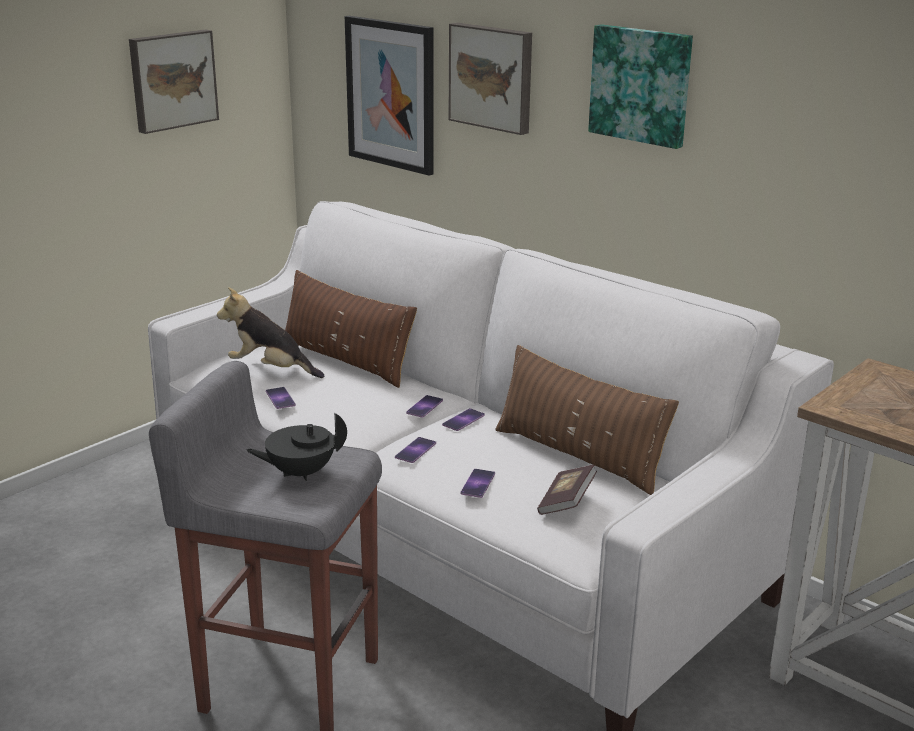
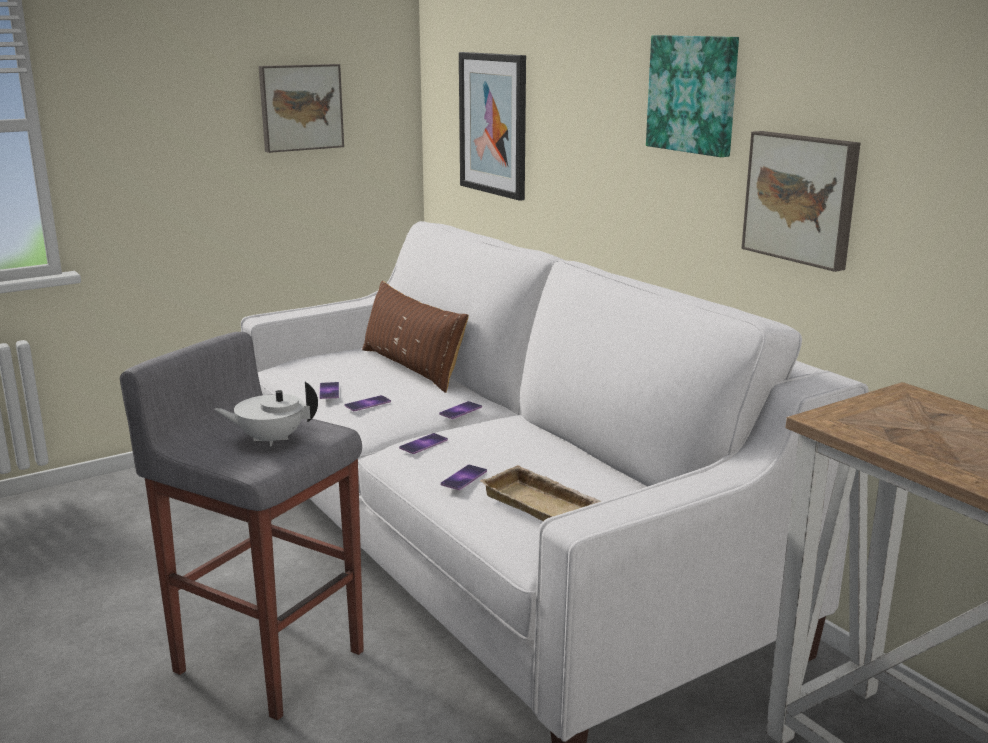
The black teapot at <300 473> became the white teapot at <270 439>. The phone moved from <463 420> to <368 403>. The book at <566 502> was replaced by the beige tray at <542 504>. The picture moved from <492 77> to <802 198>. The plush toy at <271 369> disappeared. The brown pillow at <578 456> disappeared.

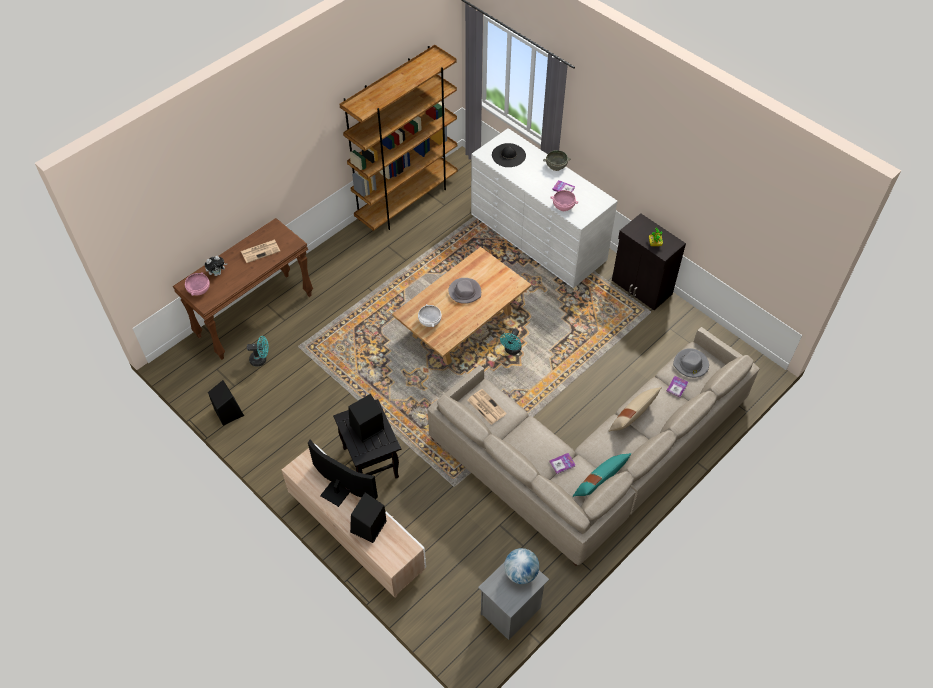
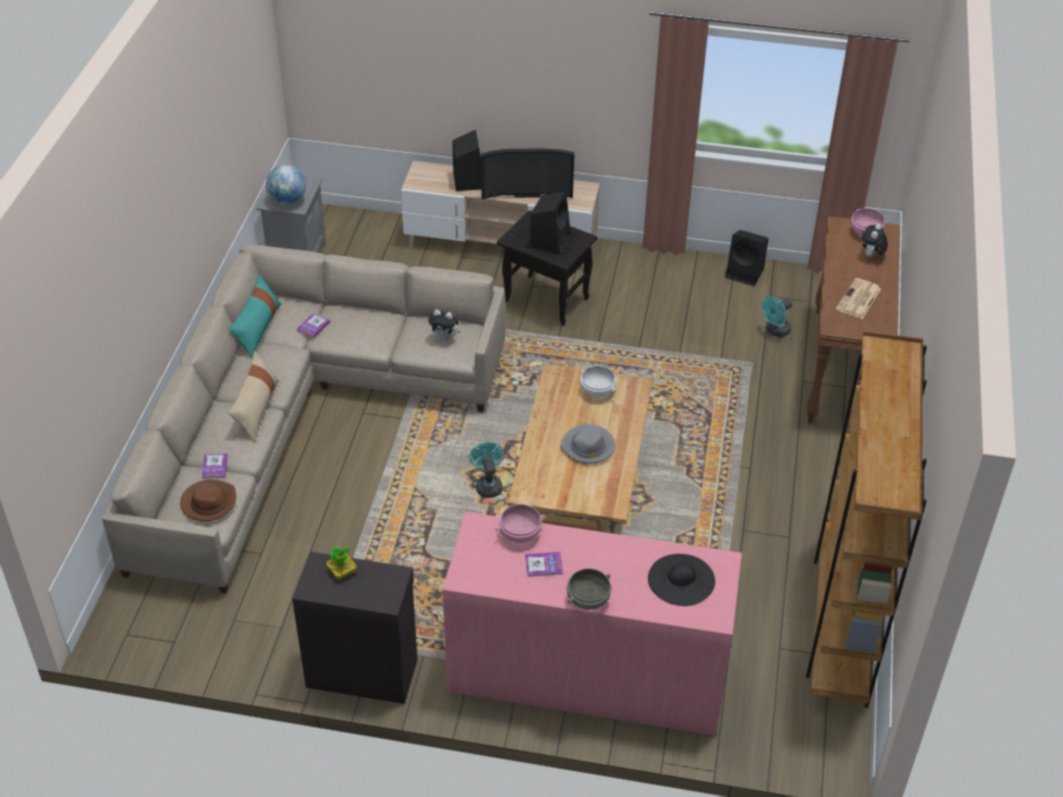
The grey hat at <691 364> became the brown hat at <208 502>. The newspaper at <486 406> was replaced by the plush toy at <445 338>. The white dresser at <538 237> became the pink dresser at <587 673>.

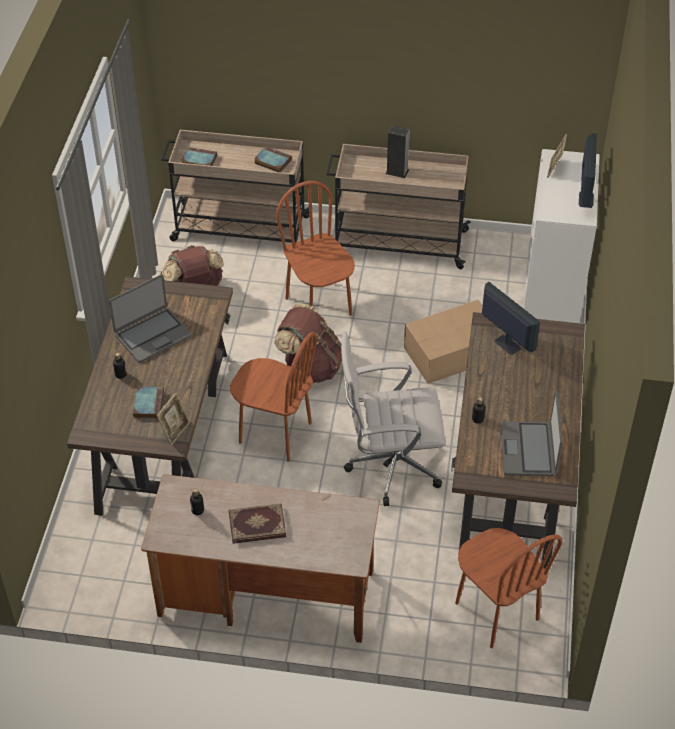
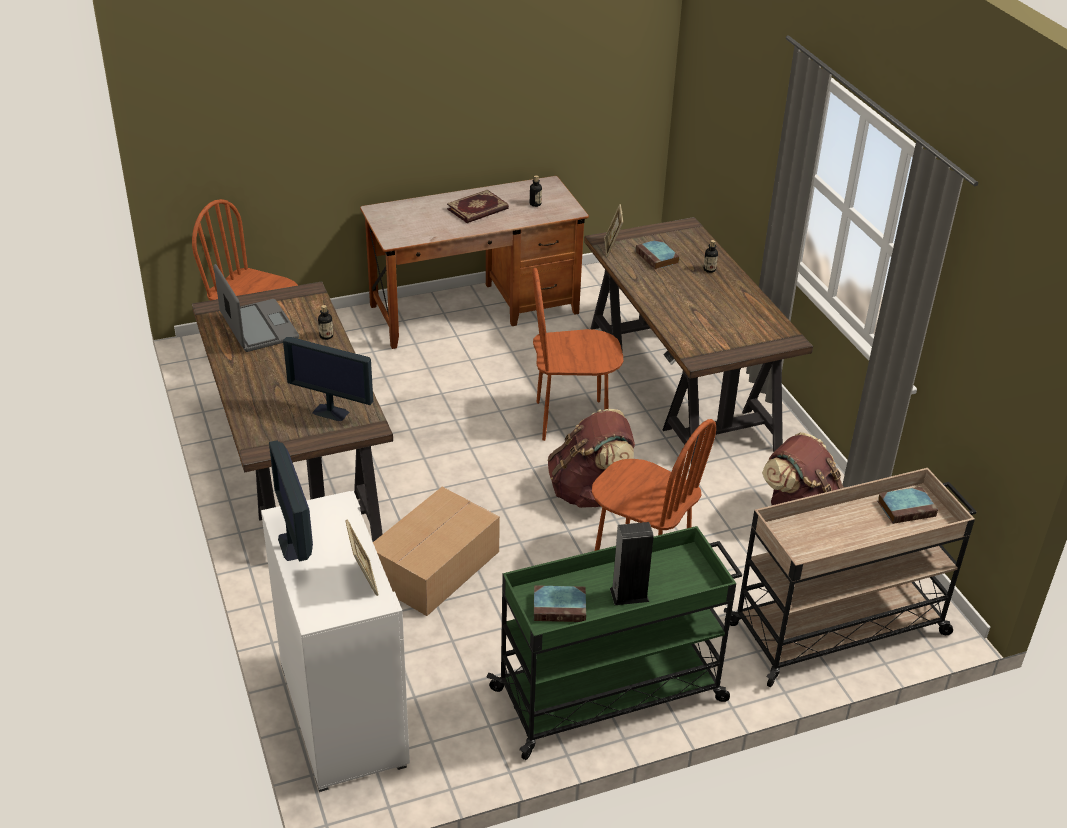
The beige cart at <397 243> became the green cart at <611 694>. The book moved from <272 162> to <560 607>. The laptop at <152 335> disappeared. The white office chair at <389 467> disappeared.

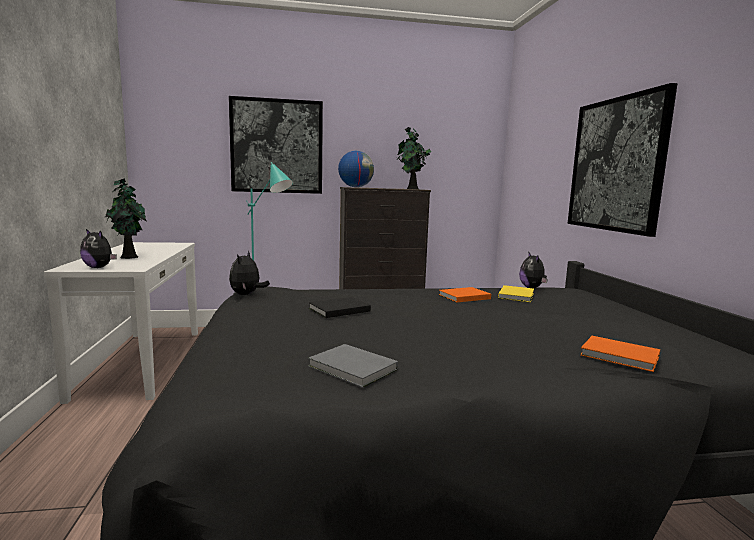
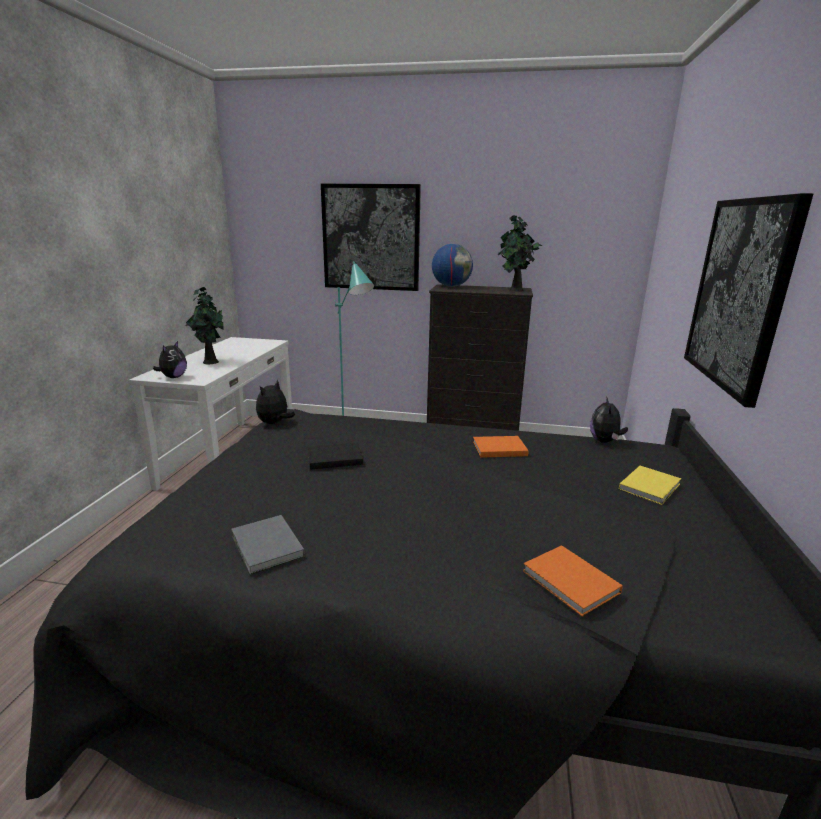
The plush toy at <99 267> turned 120 degrees counterclockwise. The yellow book moved from <517 295> to <651 486>.

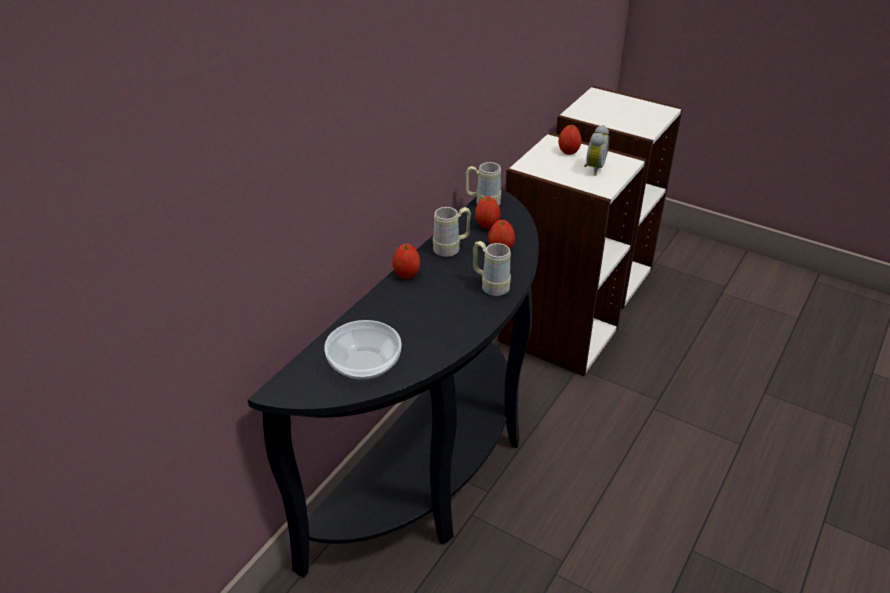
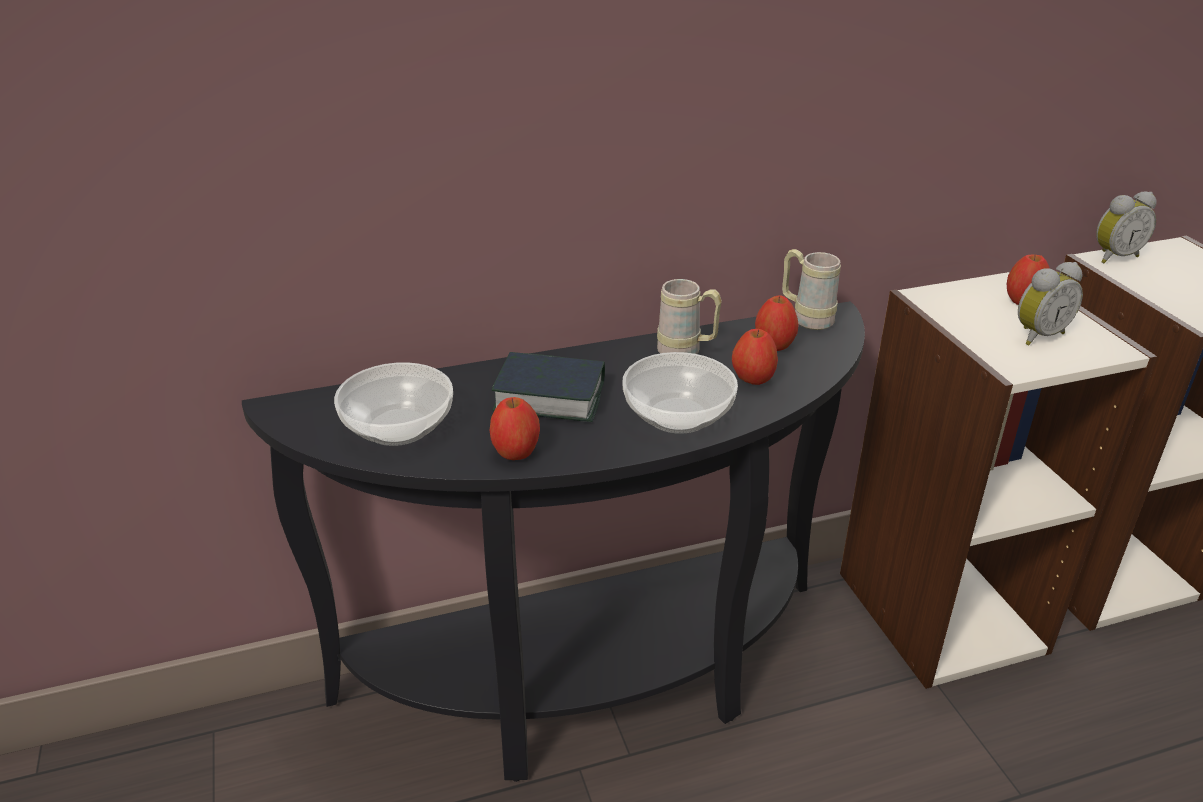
The apple moved from <407 274> to <516 452>. The book at <549 396> appeared. The beige mug at <490 285> was replaced by the bowl at <676 415>. The alarm clock at <1113 256> appeared.

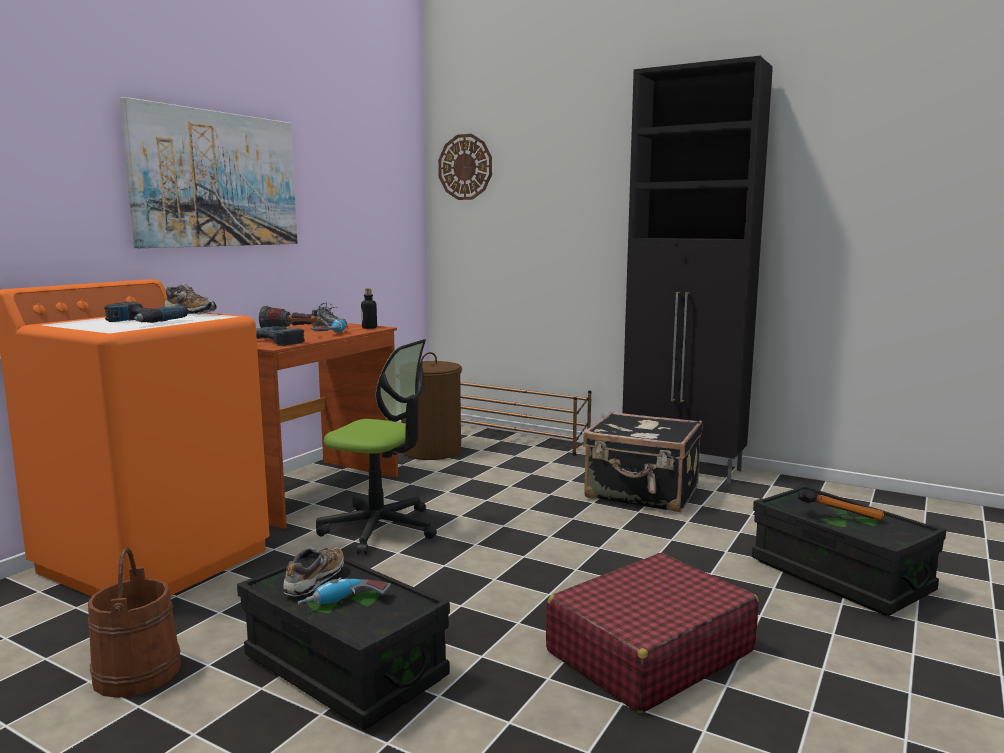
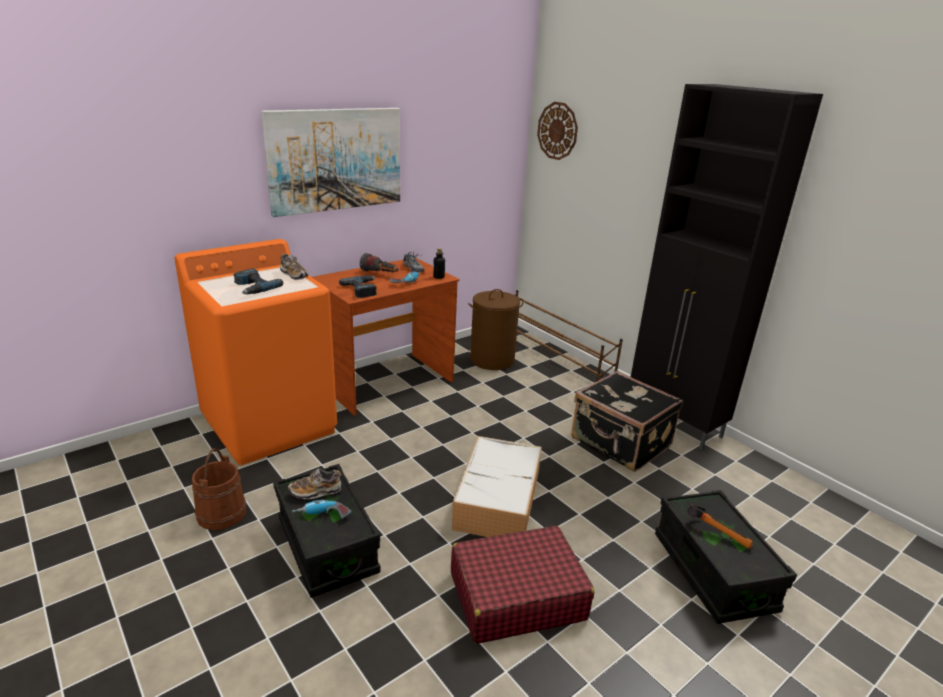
The shoe at <314 580> turned 150 degrees counterclockwise. The storage box at <498 500> appeared. The office chair at <380 529> disappeared.

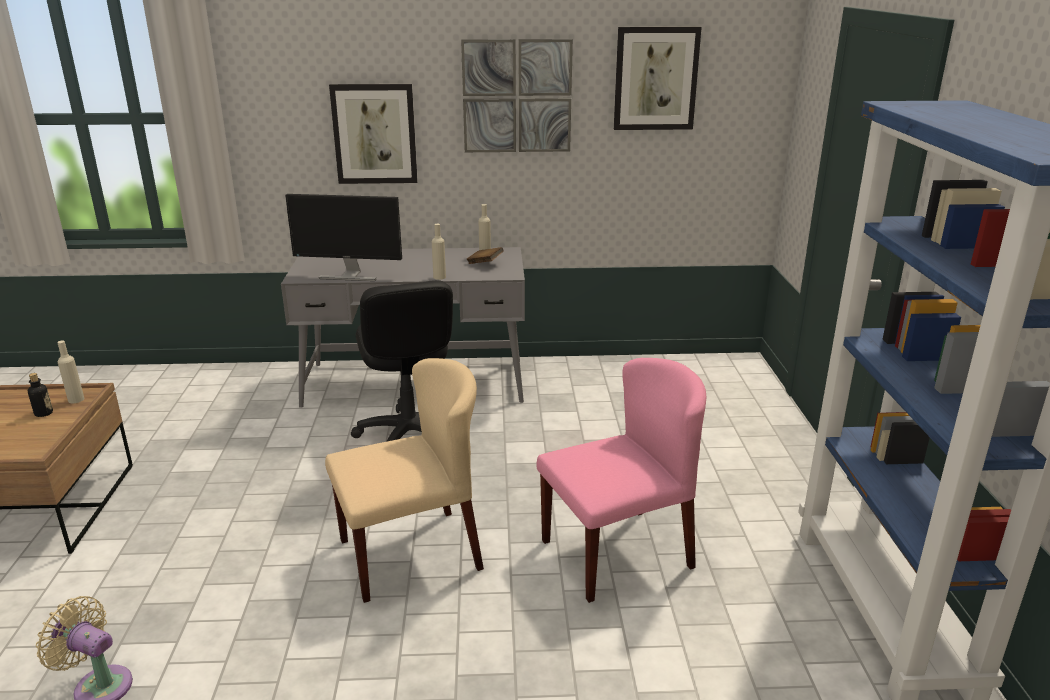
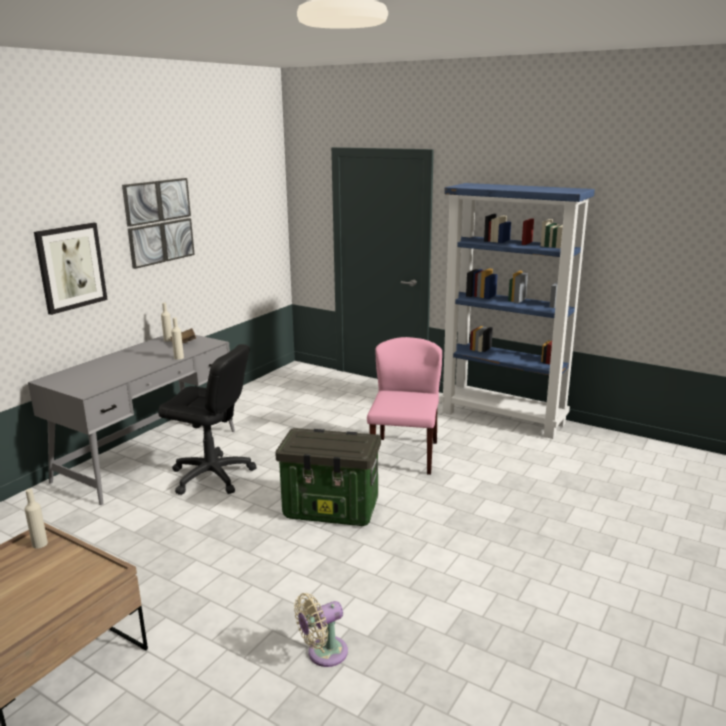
The beige chair at <411 553> was replaced by the storage box at <332 509>. The bottle at <44 413> disappeared. The monitor at <349 275> disappeared. The picture at <655 78> disappeared.

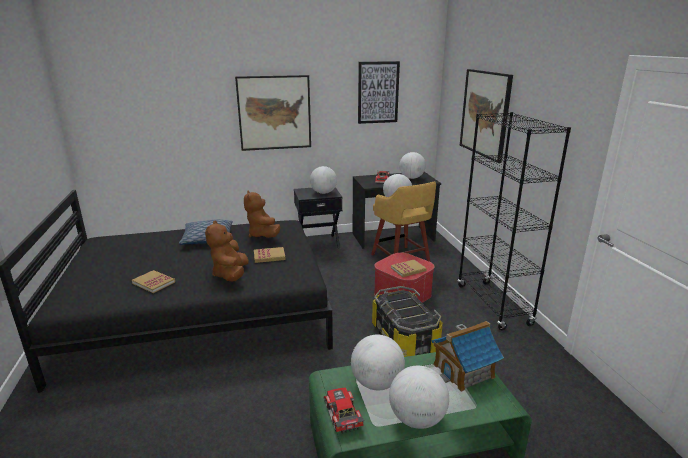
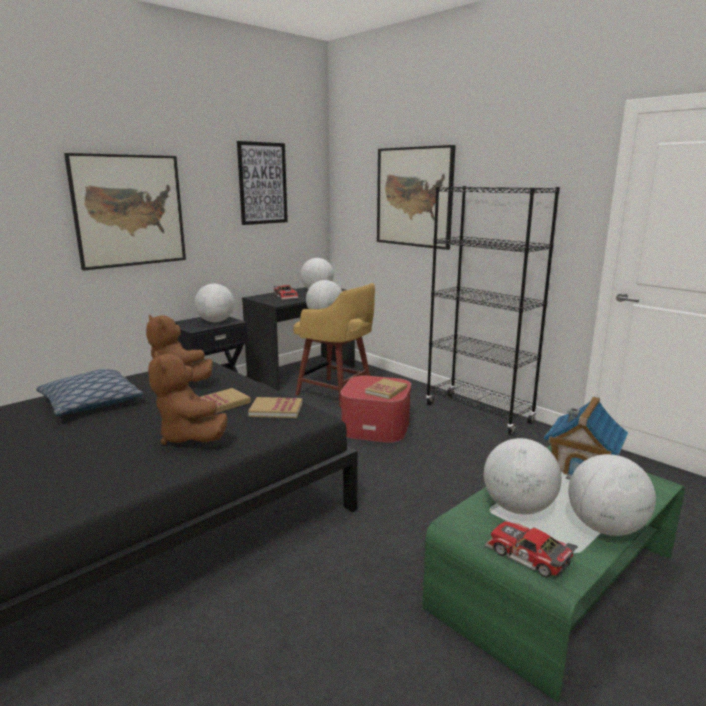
The book moved from <154 283> to <276 410>. The storage box at <405 339> disappeared.

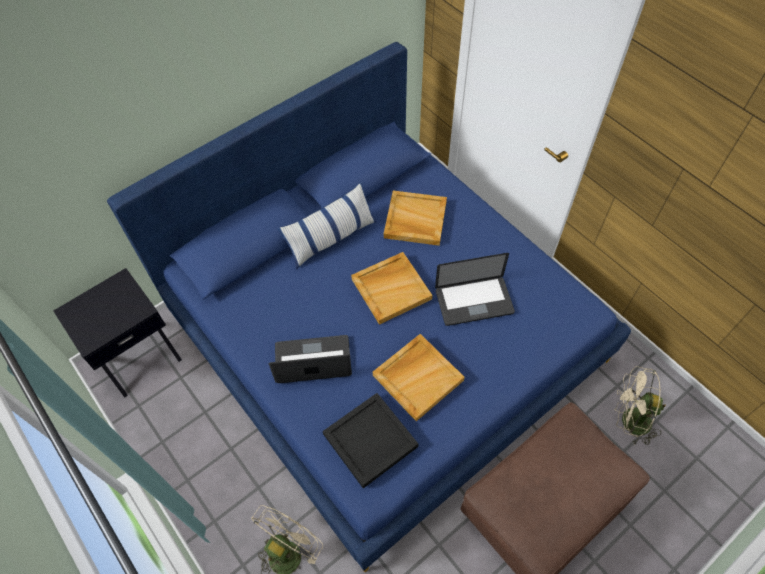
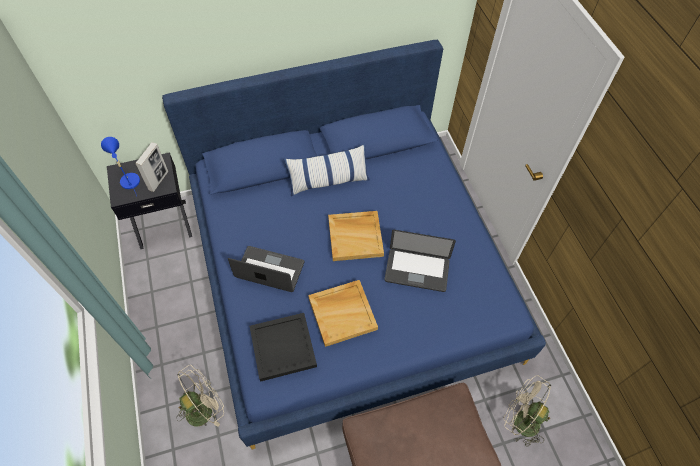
The blue table lamp at <128 179> appeared. The picture frame at <158 180> appeared. The beige tray at <414 220> disappeared.

